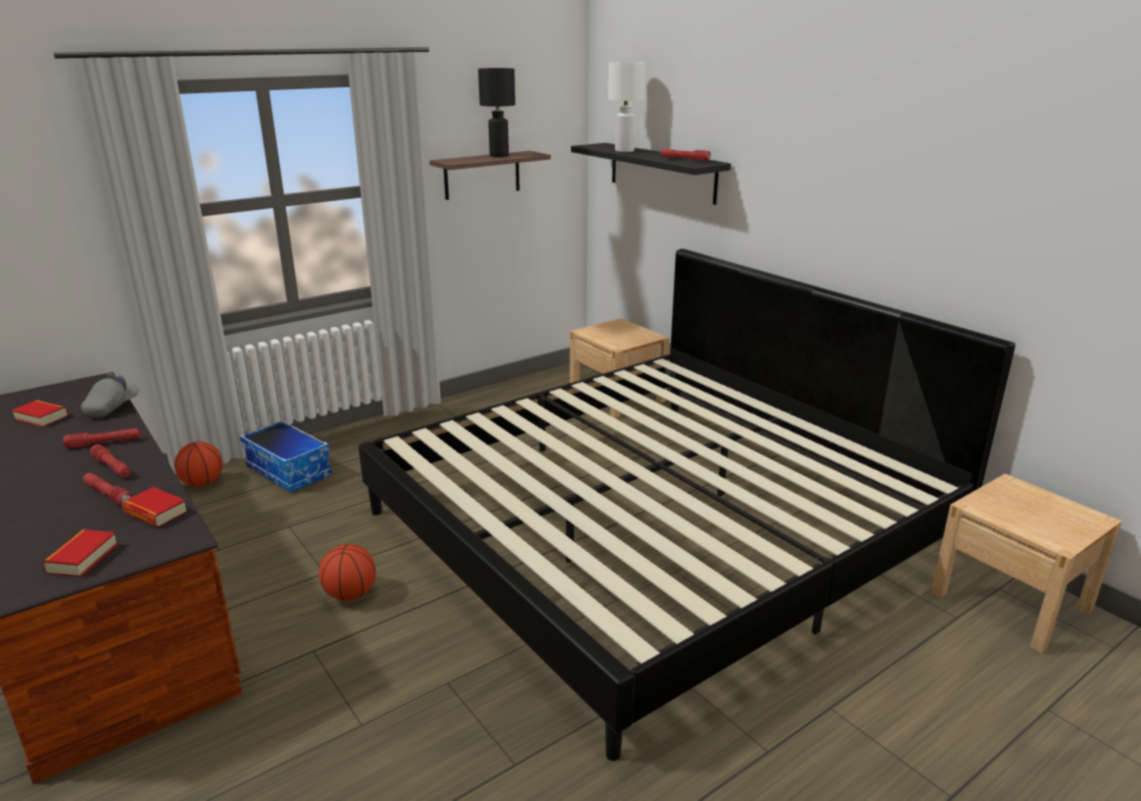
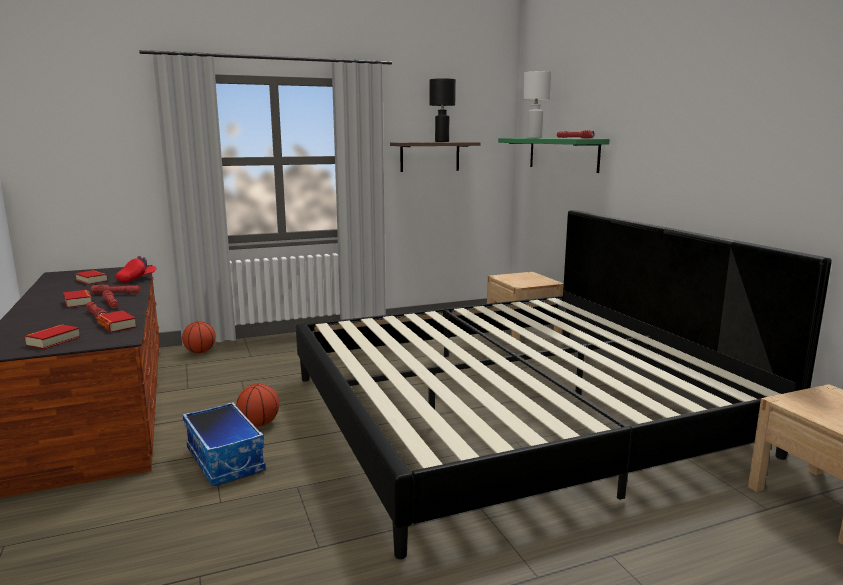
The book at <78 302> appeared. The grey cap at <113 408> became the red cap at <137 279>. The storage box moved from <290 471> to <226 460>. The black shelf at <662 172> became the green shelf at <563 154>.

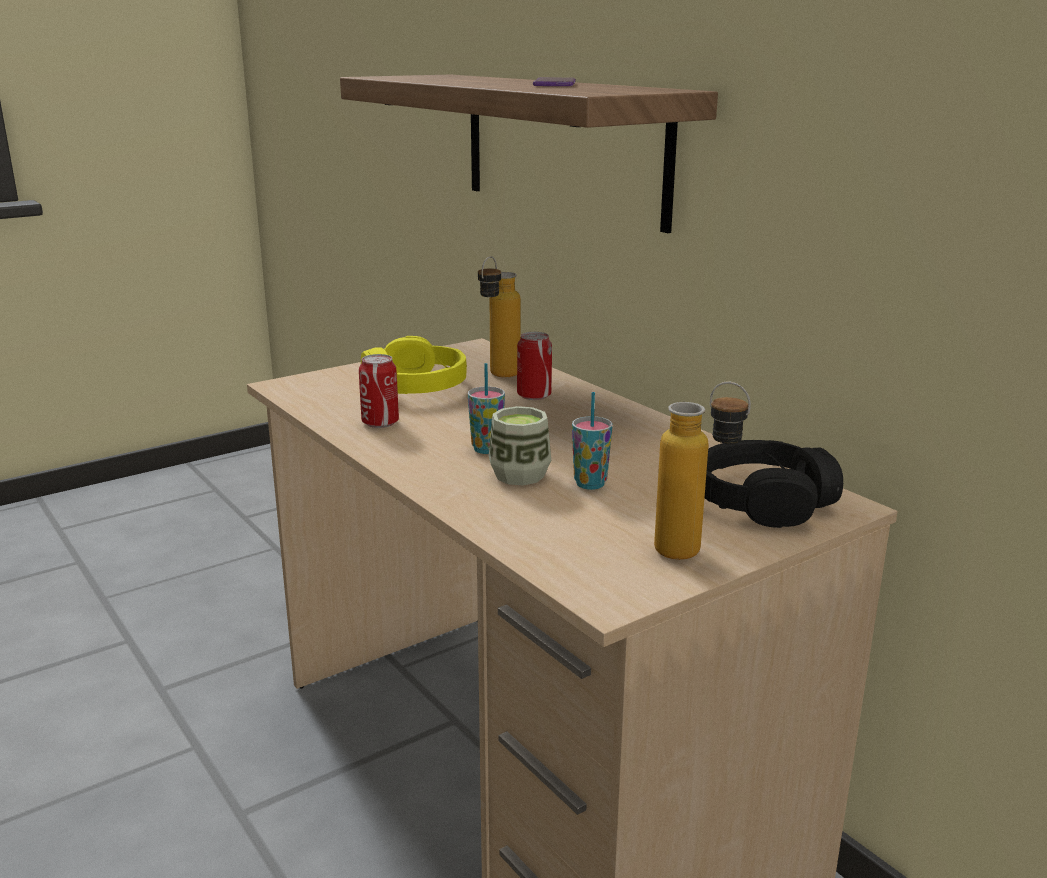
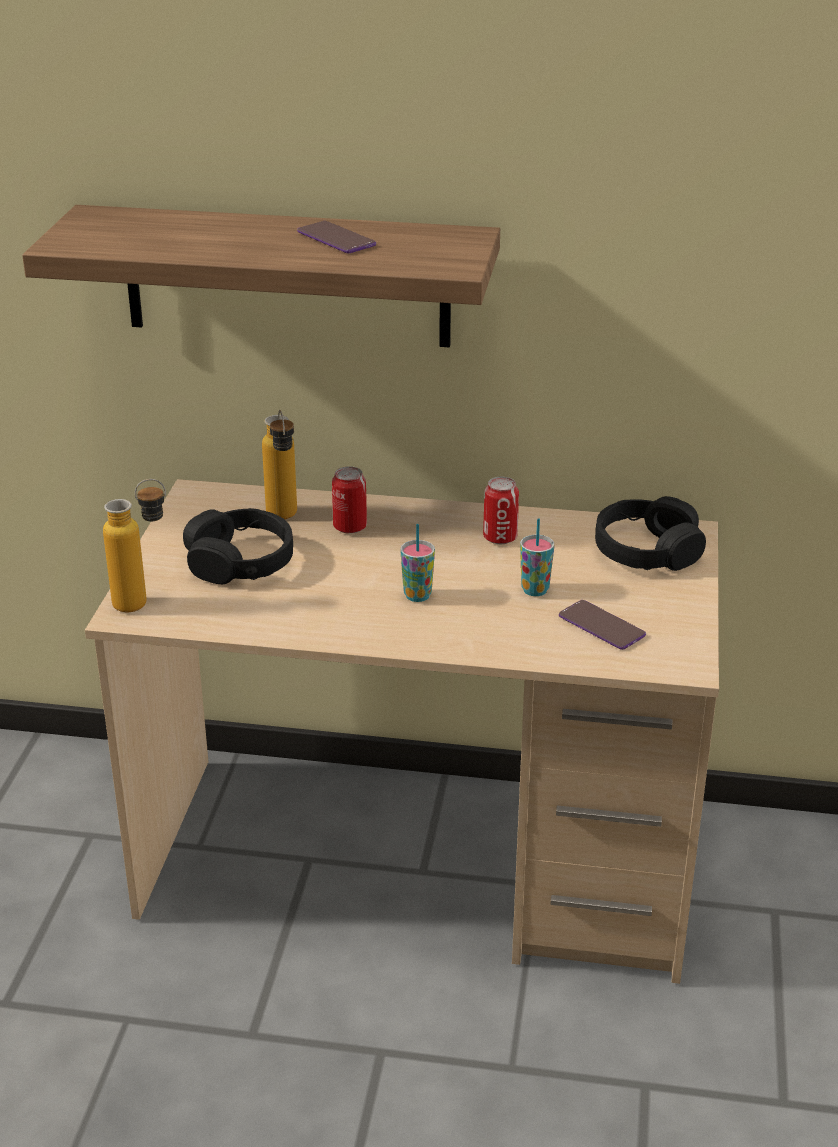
The bottle moved from <695 555> to <144 603>. The yellow headphones at <415 386> became the black headphones at <240 562>. The can moved from <380 423> to <500 538>. The phone at <601 626> appeared. The cup at <519 475> disappeared.

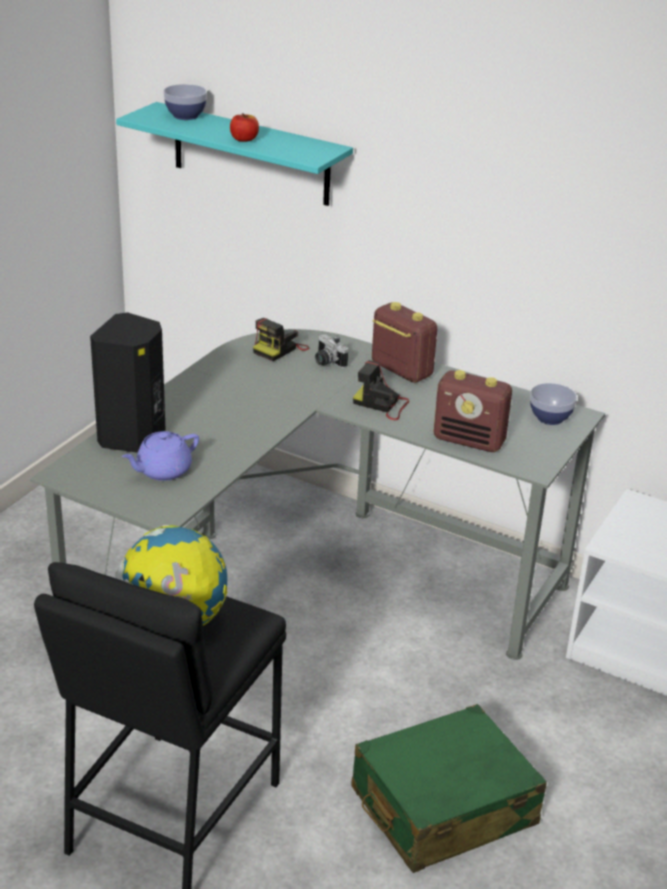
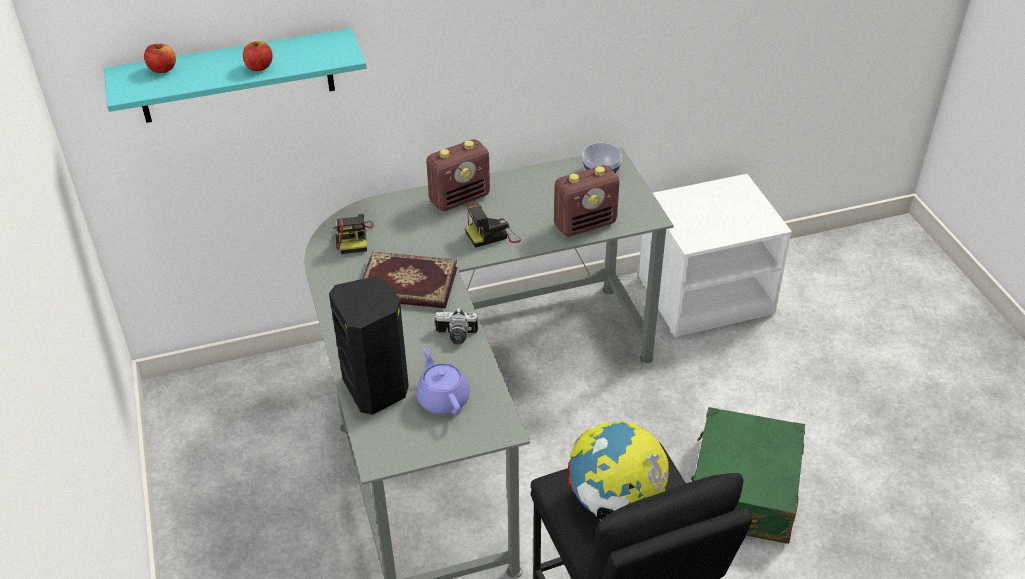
The bowl at <185 116> was replaced by the apple at <162 69>. The book at <408 285> appeared. The purple teapot at <162 471> turned 150 degrees clockwise. The radio at <400 370> turned 150 degrees clockwise. The photo camera moved from <326 362> to <456 336>.

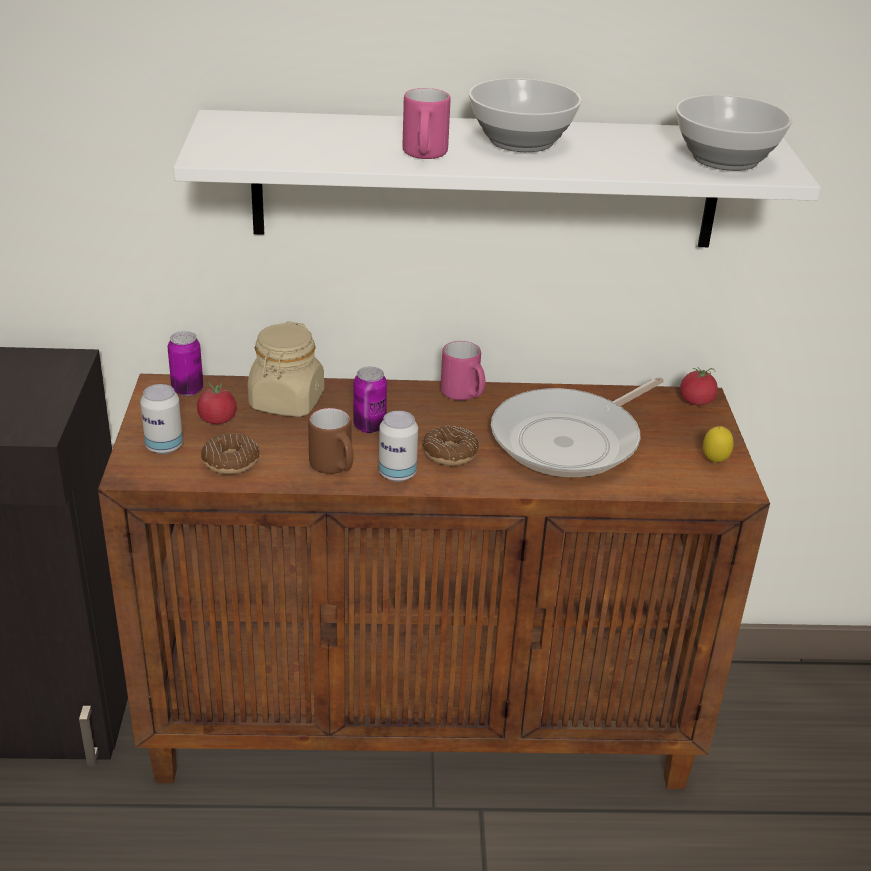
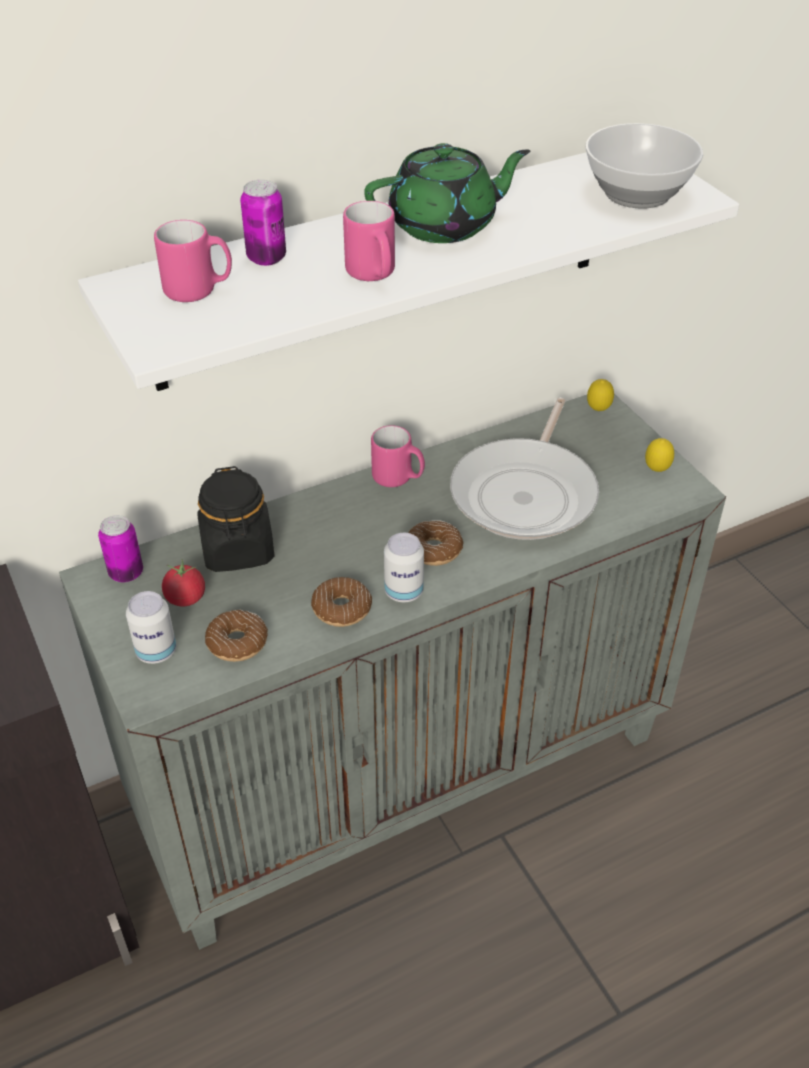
The brown cabinet at <424 722> became the grey cabinet at <405 775>. The pink mug at <199 291> appeared. The beige jar at <287 402> became the black jar at <238 549>. The can moved from <369 426> to <266 258>. The brown mug at <334 468> was replaced by the donut at <341 609>. The bowl at <523 141> was replaced by the green teapot at <444 225>. The tomato at <696 401> was replaced by the lemon at <598 410>.

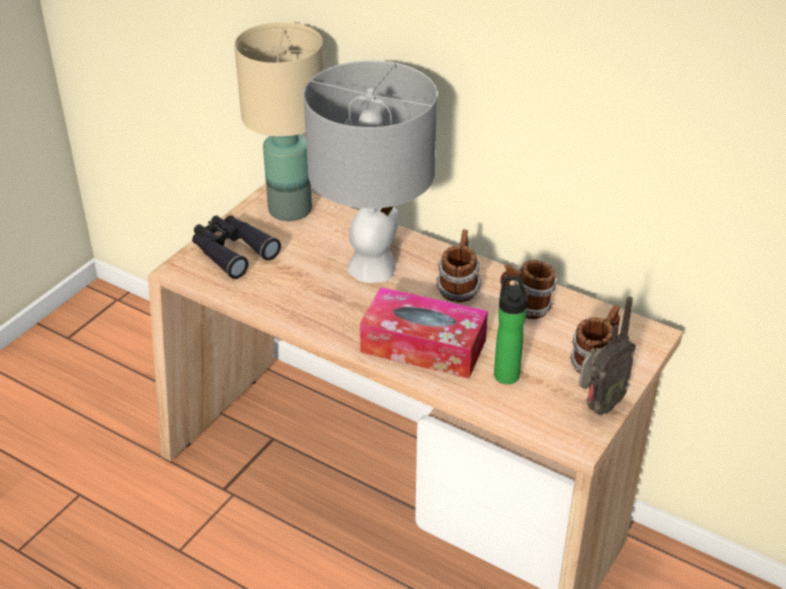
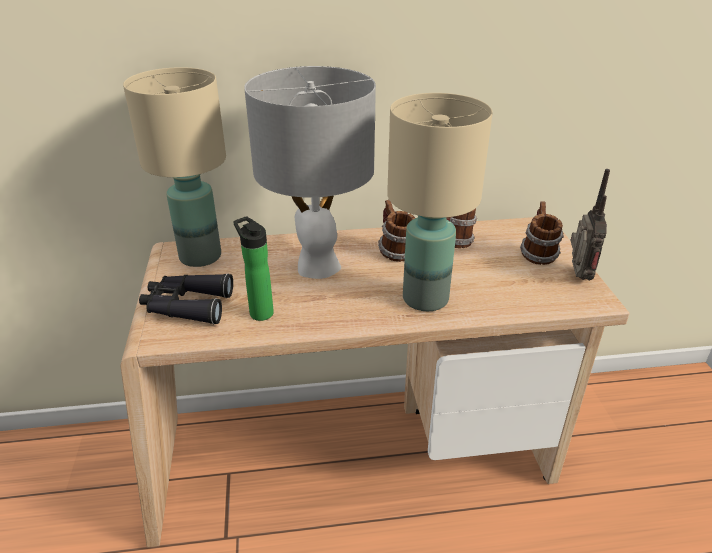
The bottle moved from <506 372> to <259 312>. The tissue box at <423 346> was replaced by the beige table lamp at <426 298>.

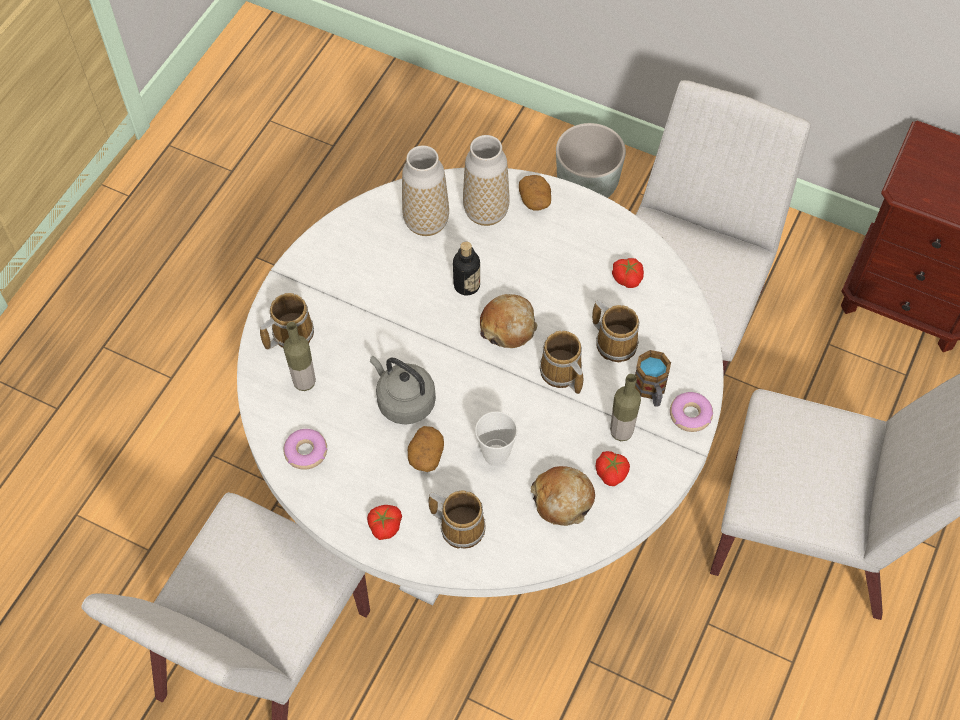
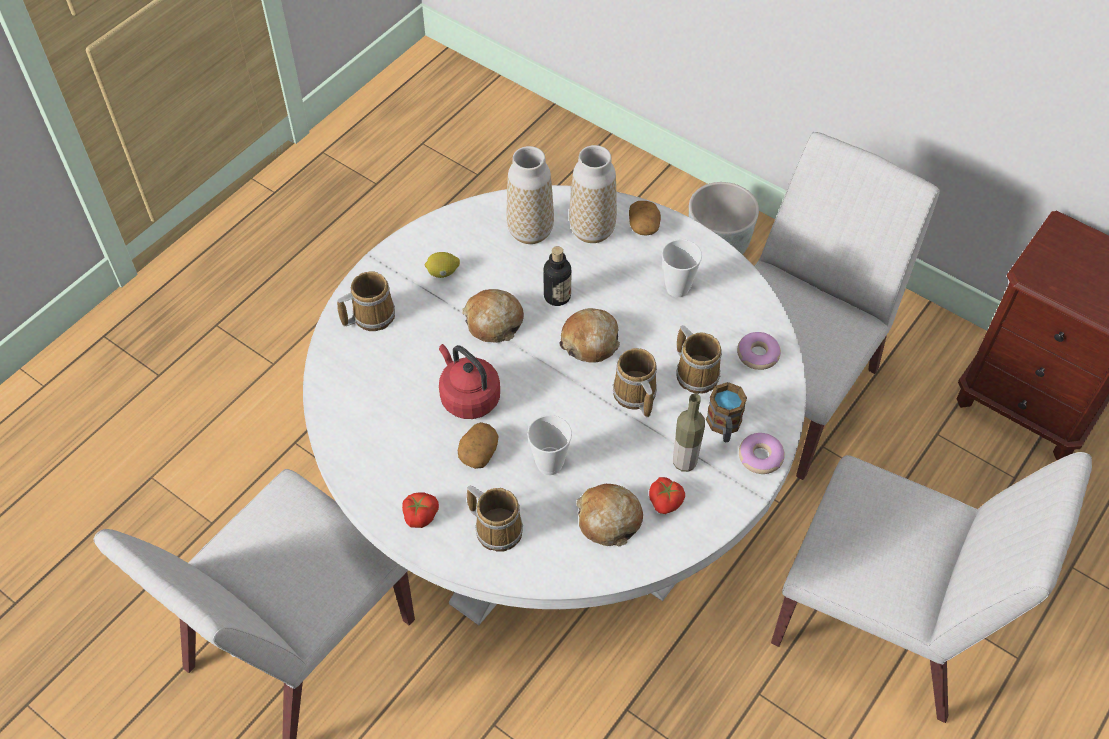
The lemon at <443 273> appeared. The grey kettle at <403 401> became the red kettle at <468 397>. The bread at <493 322> appeared. The cup at <677 288> appeared. The donut moved from <306 452> to <758 355>. The bottle at <304 382> disappeared. The tomato at <628 277> disappeared.

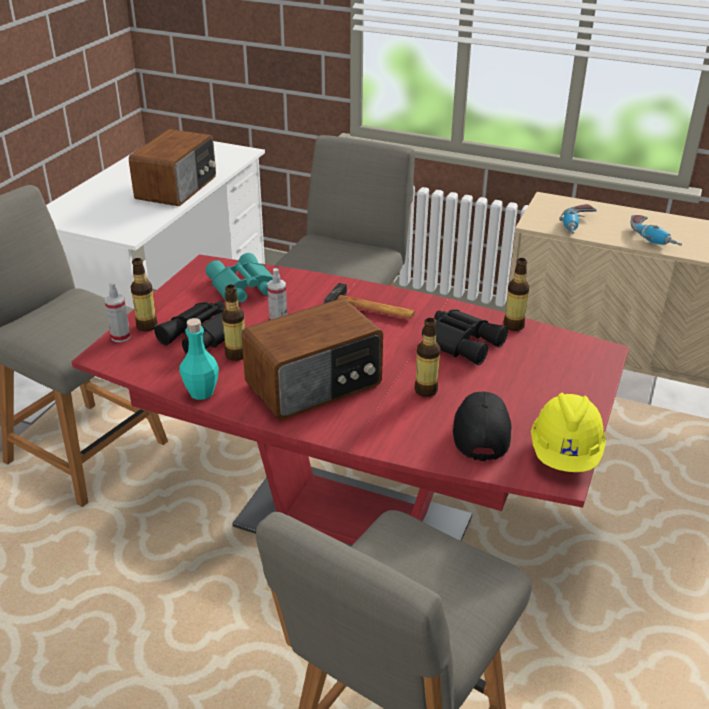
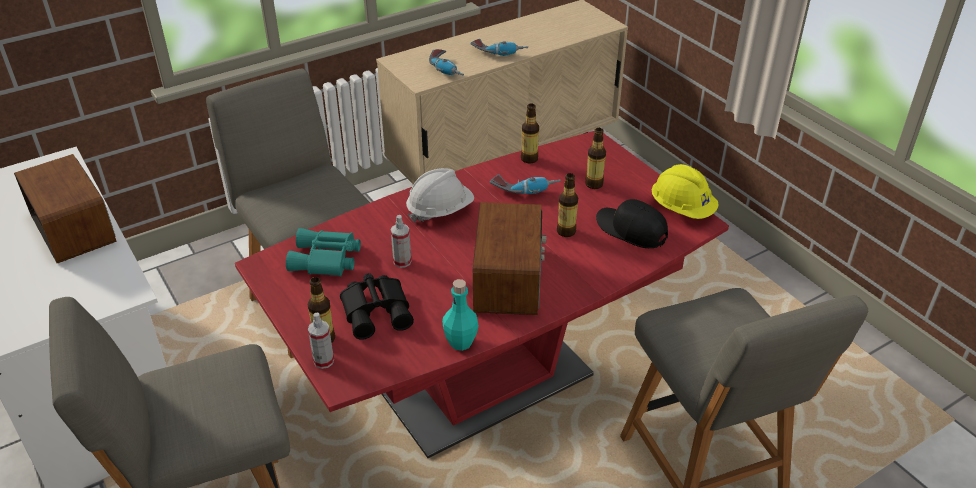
The hammer at <370 311> was replaced by the white hard hat at <440 211>. The black binoculars at <462 342> was replaced by the power drill at <525 189>. The bottle moved from <236 355> to <594 184>.

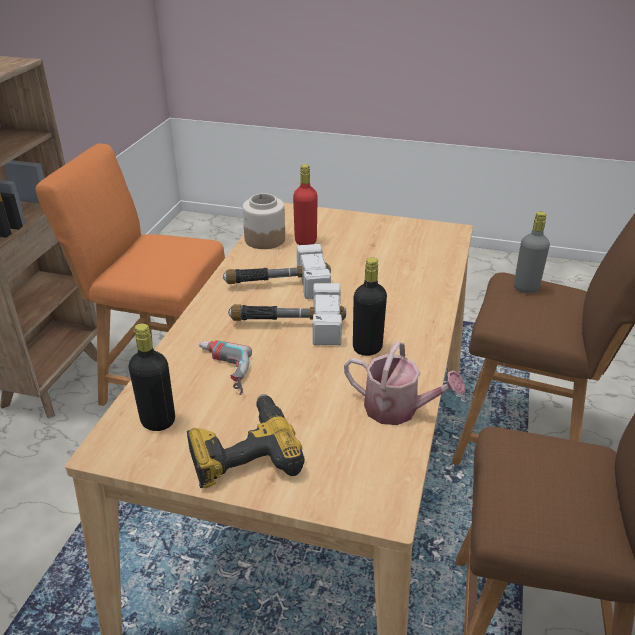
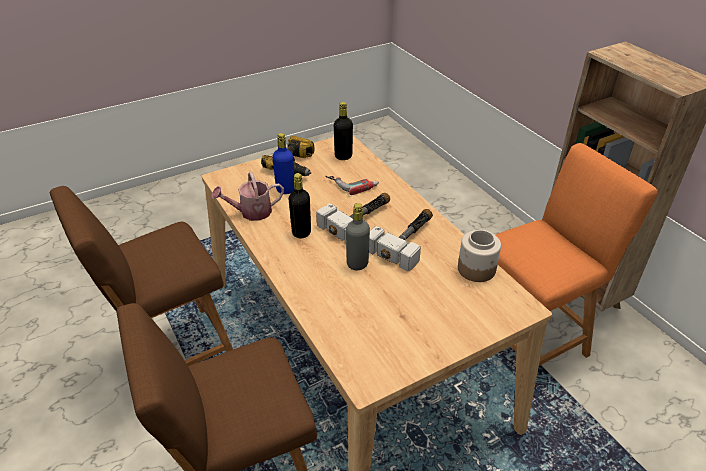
The blue bottle at <285 190> appeared. The grey bottle moved from <526 288> to <357 264>. The red bottle at <305 241> disappeared.

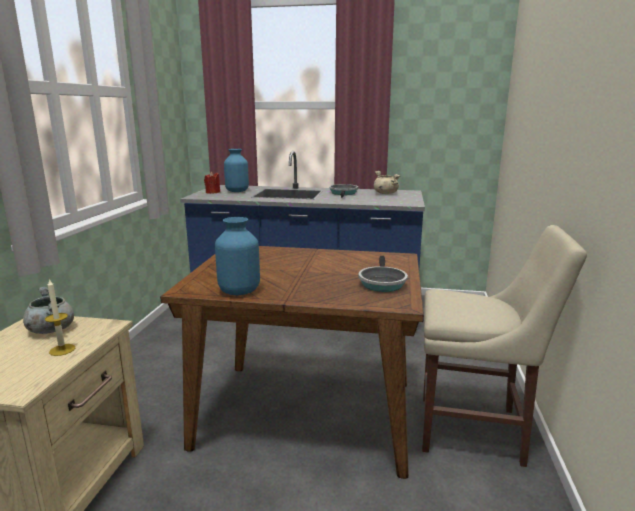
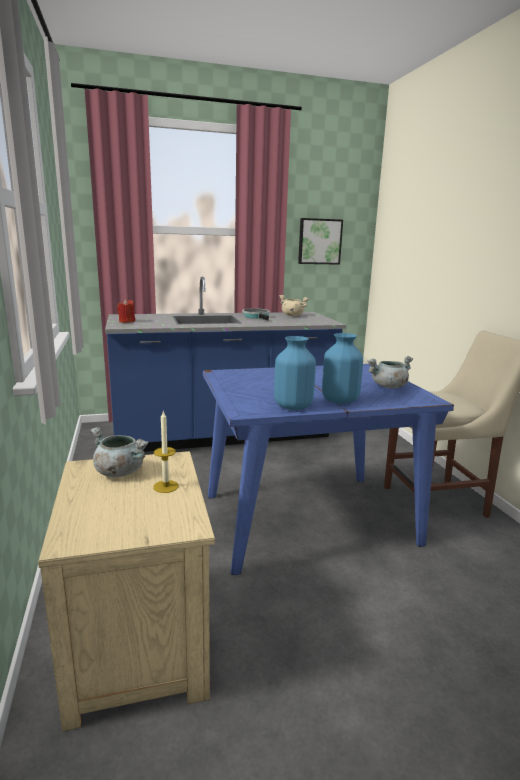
The brown dining table at <305 413> became the blue dining table at <306 519>. The picture at <319 241> appeared. The blue vase moved from <236 191> to <339 401>. The frying pan at <381 282> was replaced by the grey cooking pot at <388 387>.

